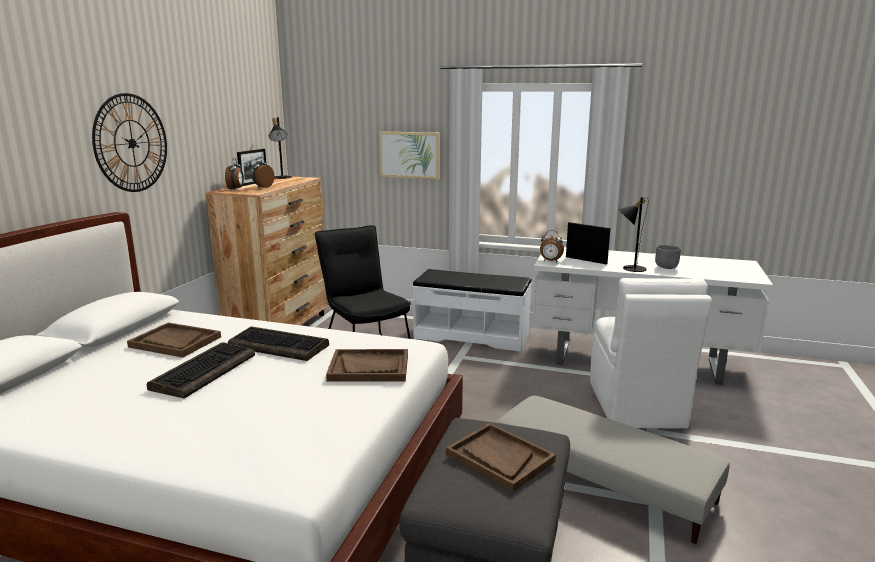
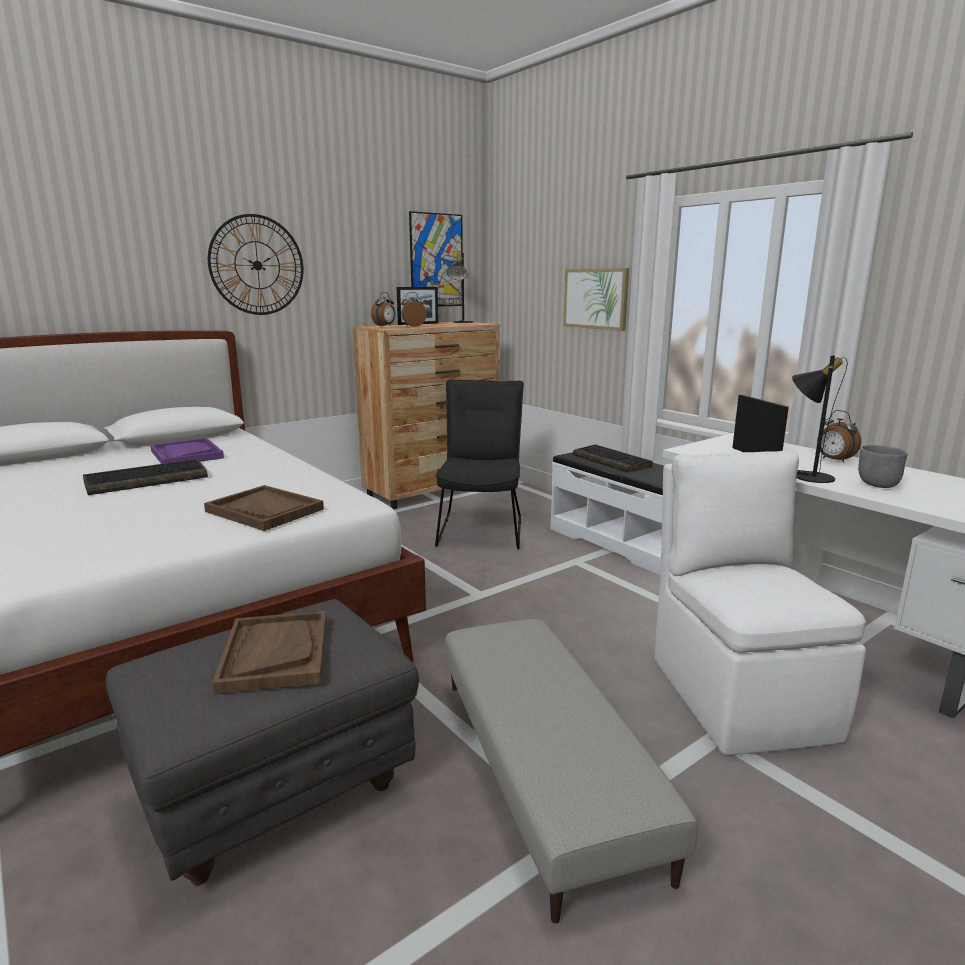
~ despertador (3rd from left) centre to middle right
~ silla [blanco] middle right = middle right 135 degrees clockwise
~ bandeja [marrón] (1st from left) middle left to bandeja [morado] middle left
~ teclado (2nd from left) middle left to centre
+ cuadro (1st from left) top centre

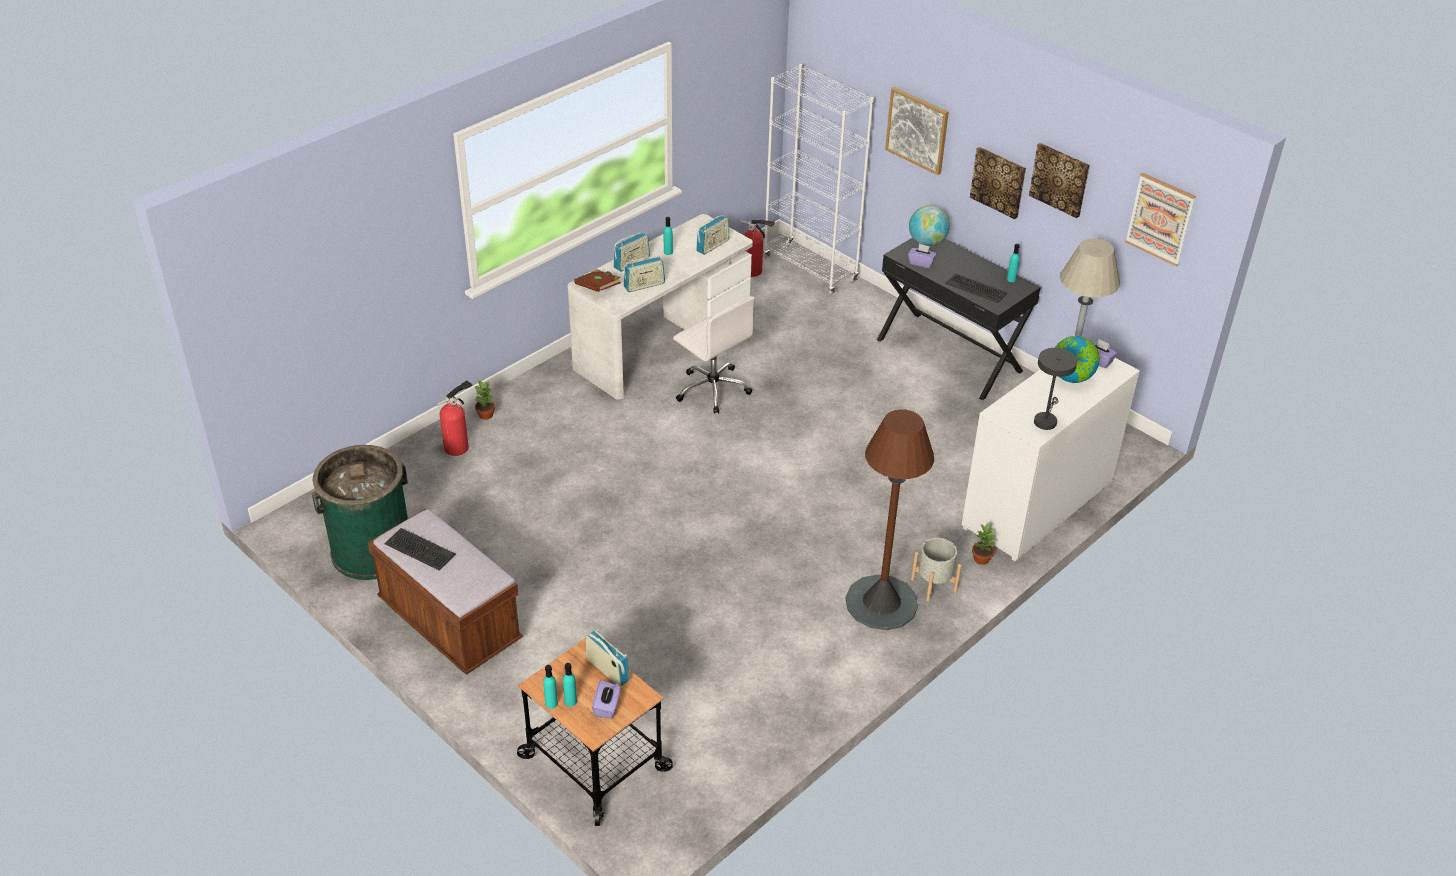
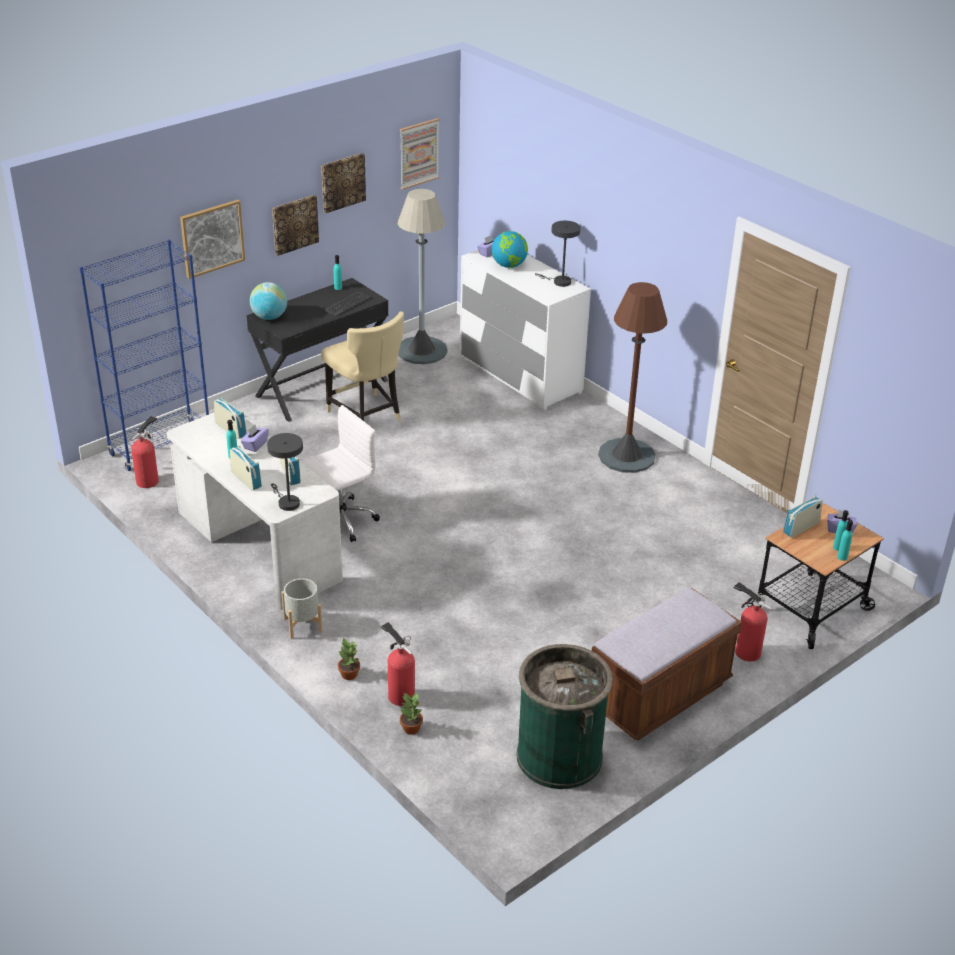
~ estantería [blanco] top centre to estantería [azul] middle left
~ caja de pañuelos [morado] (2nd from left in the first image) top centre to caja de pañuelos [morado] (1st from left) middle left
~ libro [marrón] top centre to lámpara de mesa [gris] (1st from left) middle left
~ planta en maceta (2nd from left) middle right to bottom centre
- teclado (1st from left) middle left
~ maceta [gris] centre to middle left
+ silla [beis] centre
+ extintor (3rd from left) middle right

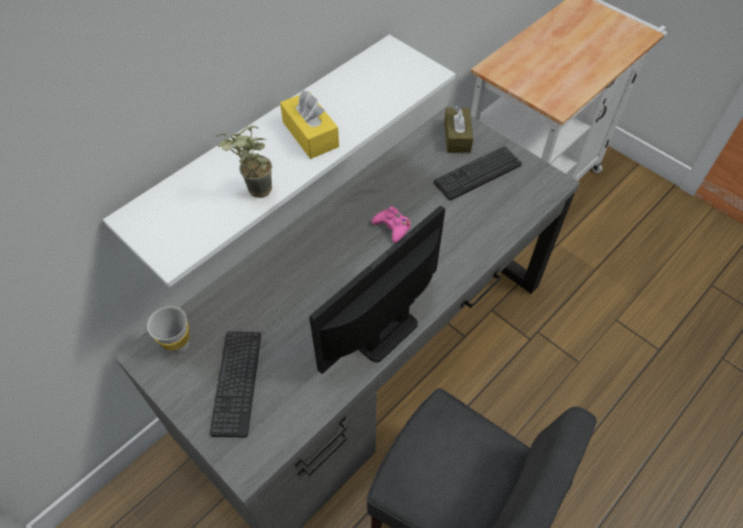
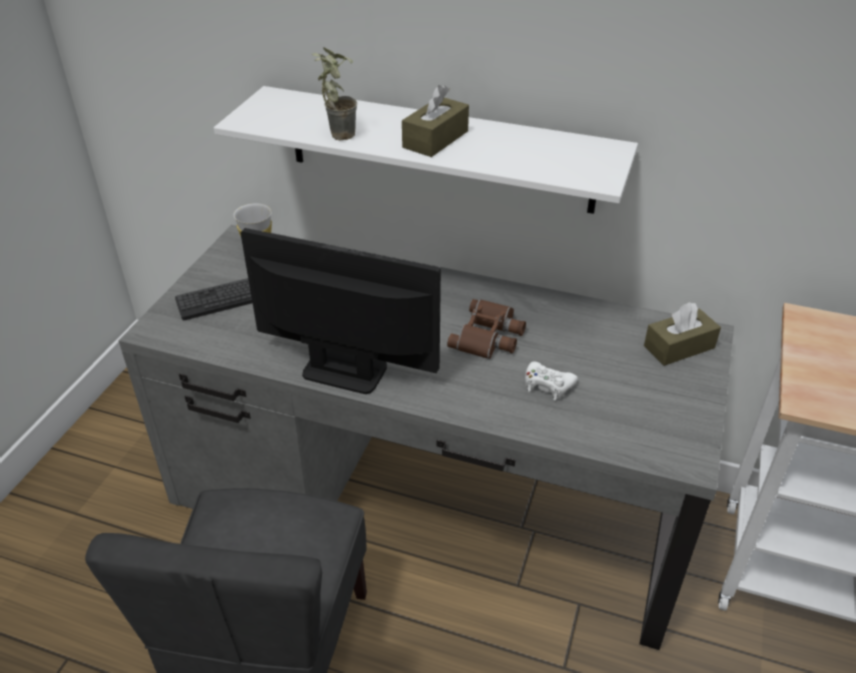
~ caja de pañuelos [amarillo] top centre to caja de pañuelos [marrón] (1st from left) top centre
- teclado (2nd from left) top centre
~ mando de consola [rosa] centre to prismáticos [marrón] centre
+ mando de consola [blanco] centre

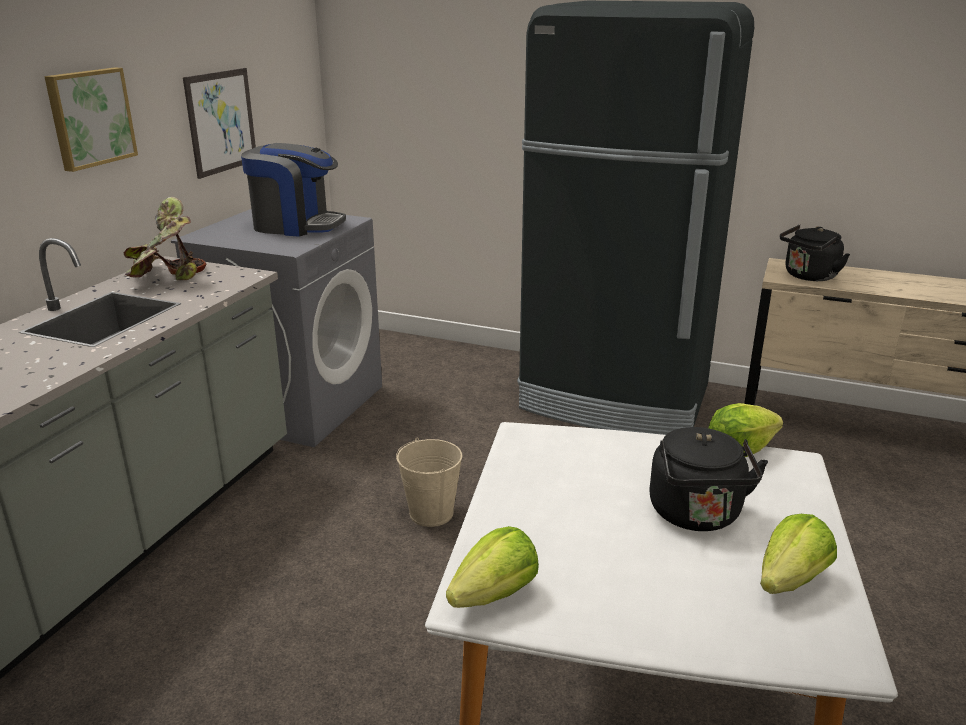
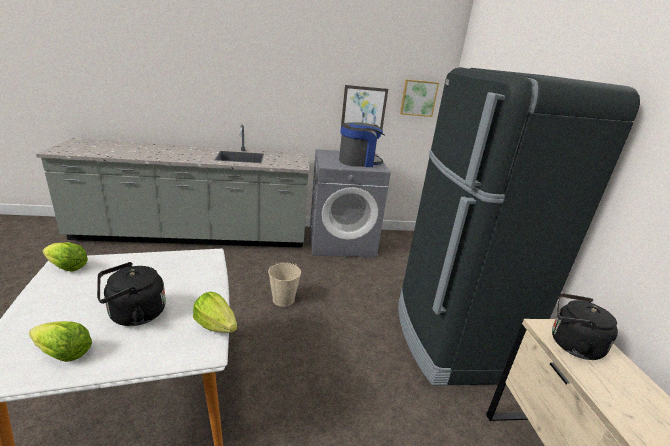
~ cuadro (1st from left in the first image) top left to cuadro (2nd from left) top centre
~ cafetera top left = top centre 90 degrees counterclockwise
- planta en maceta top left

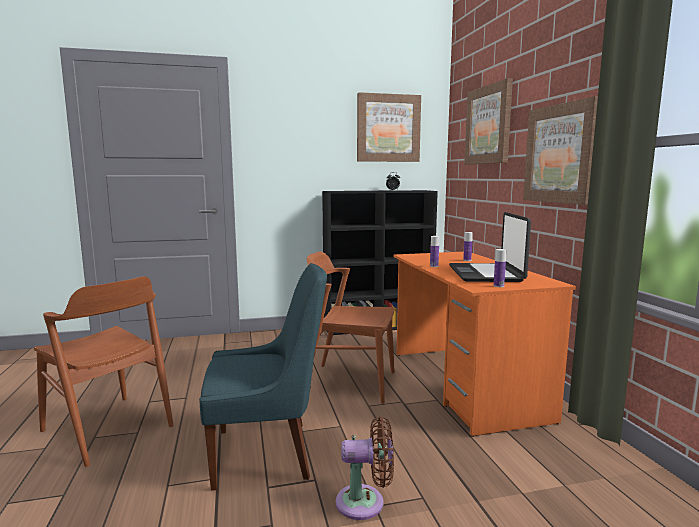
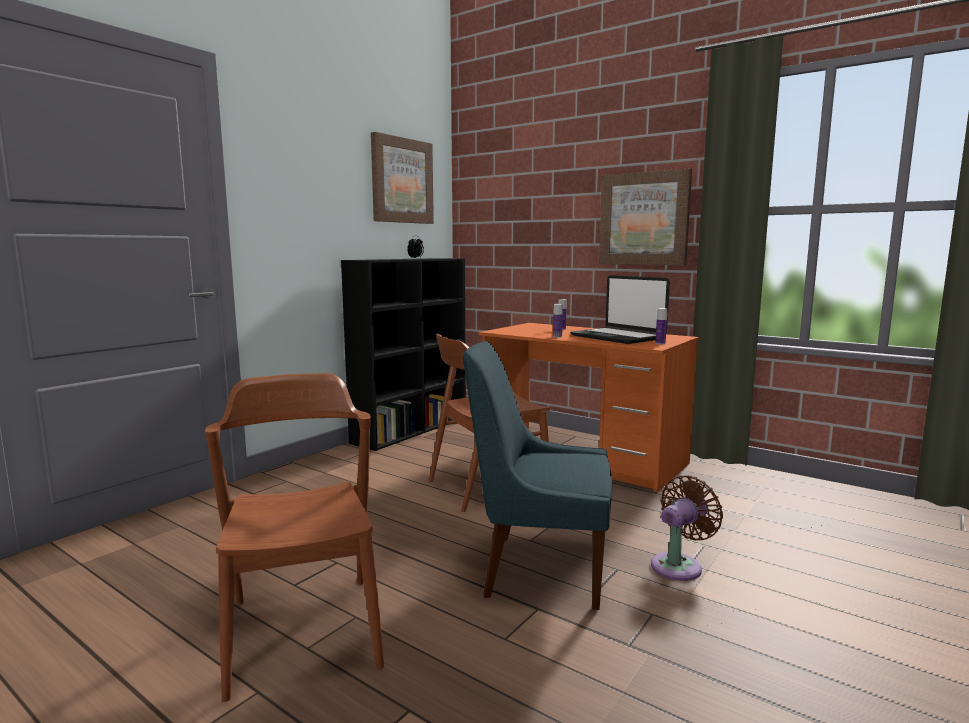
- cuadro (2nd from left) top right
~ silla [azul] bottom centre = centre 120 degrees counterclockwise
~ silla [marrón] (1st from left) bottom left = bottom left 105 degrees counterclockwise

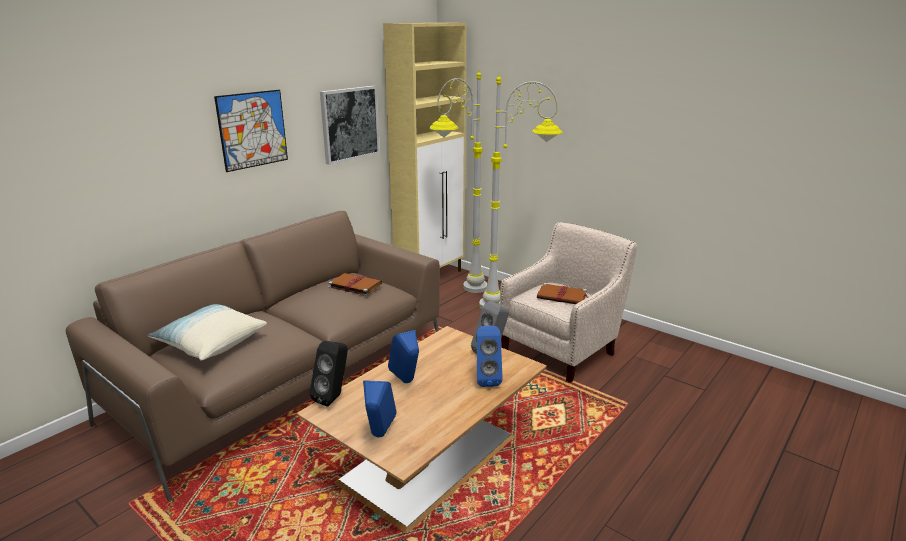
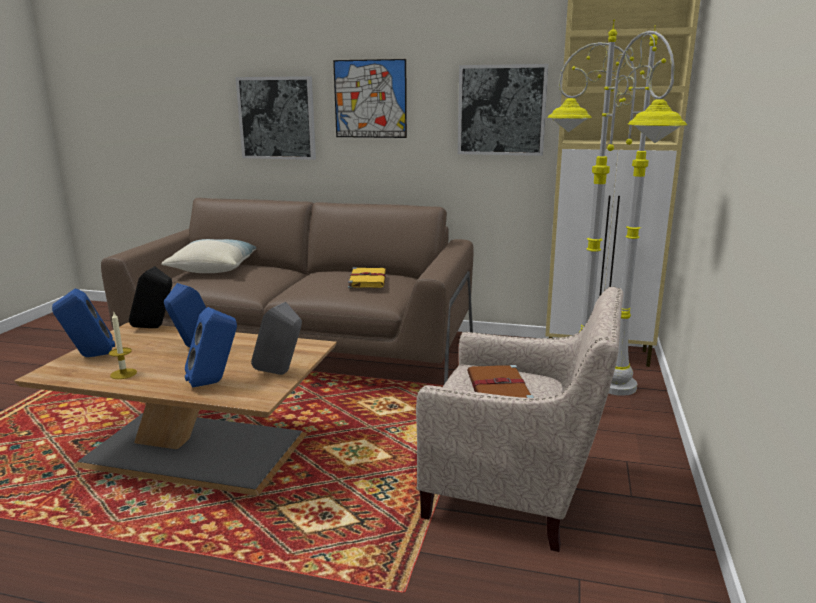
~ libro [marrón] (1st from left) centre to libro [amarillo] centre
+ cuadro (1st from left) top centre
+ vela middle left

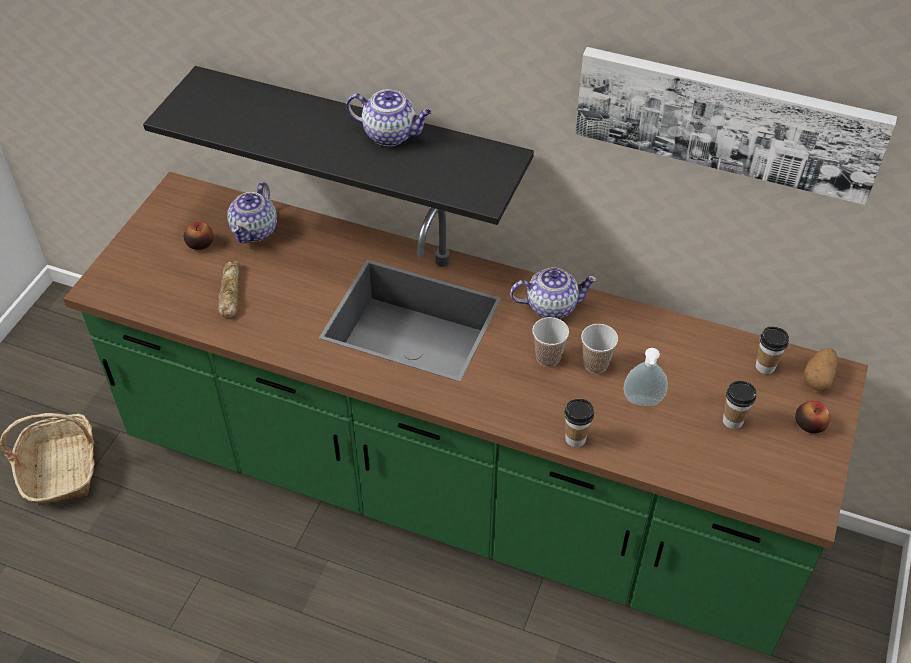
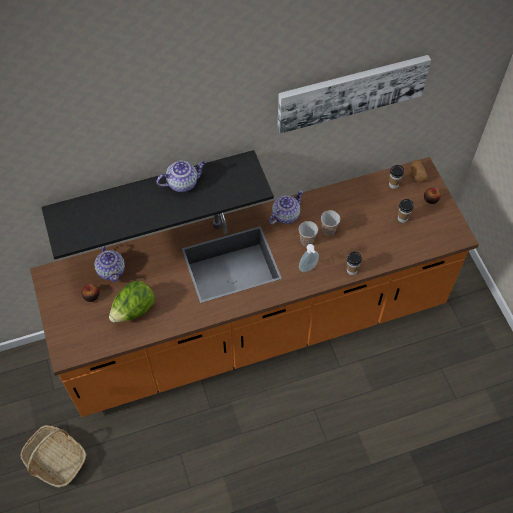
~ mueble bajo de cocina [verde] centre to mueble bajo de cocina [naranja] centre
~ pan middle left to lechuga middle left
~ dispensador de jabón middle right to centre

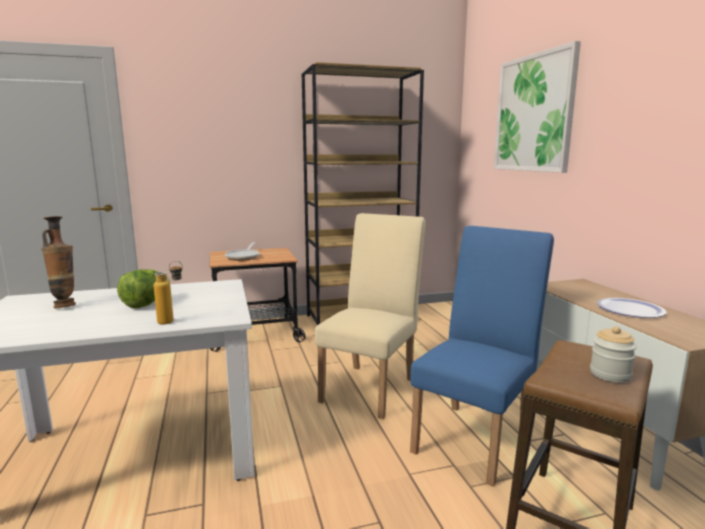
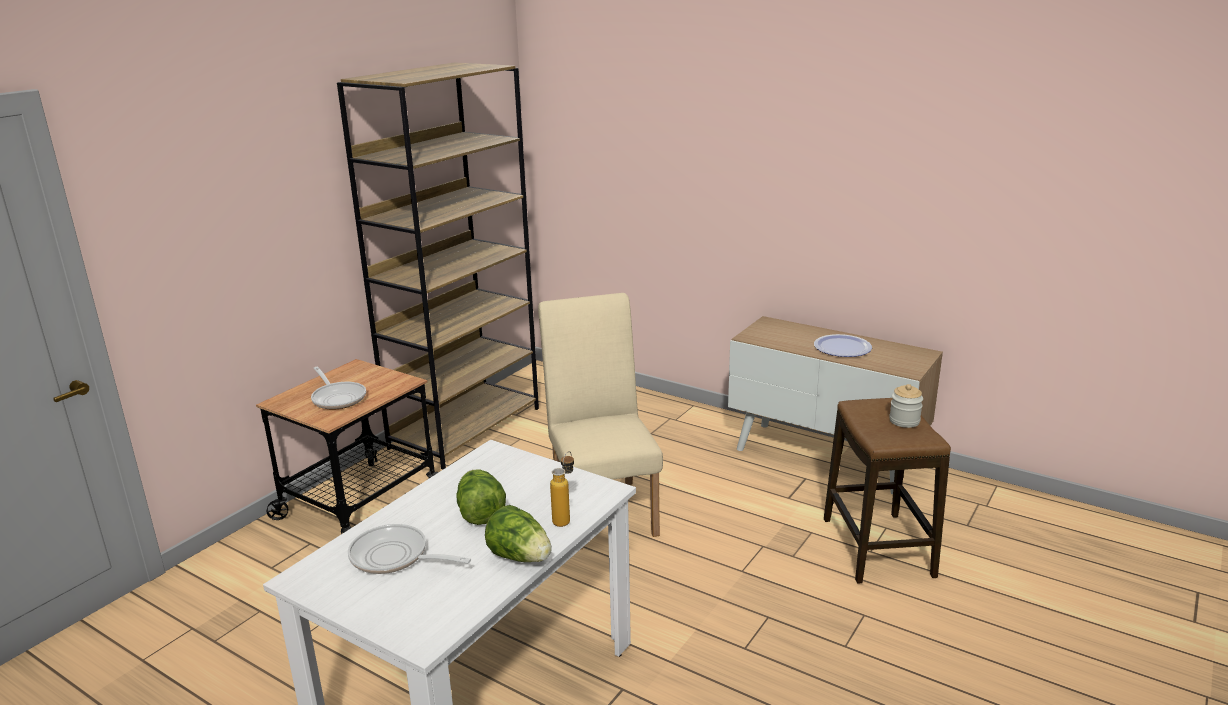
- cuadro top right
~ florero middle left to sartén (2nd from left) bottom left
- silla [azul] bottom right
+ lechuga (2nd from left) bottom centre

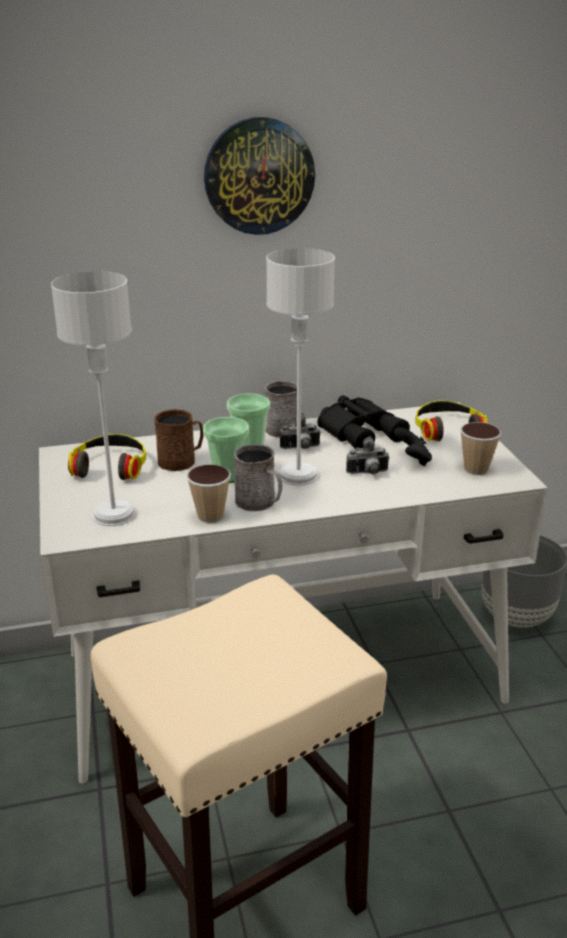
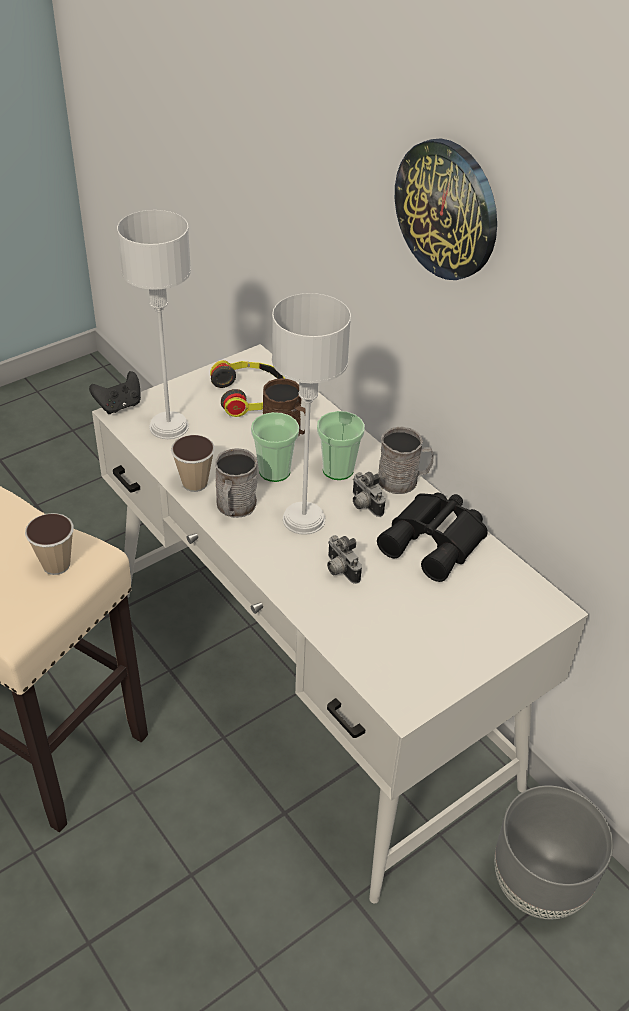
- auriculares (2nd from left) middle right
~ taza (4th from left in the first image) middle right to taza (1st from left) middle left
~ mando de consola [negro] middle right to middle left

